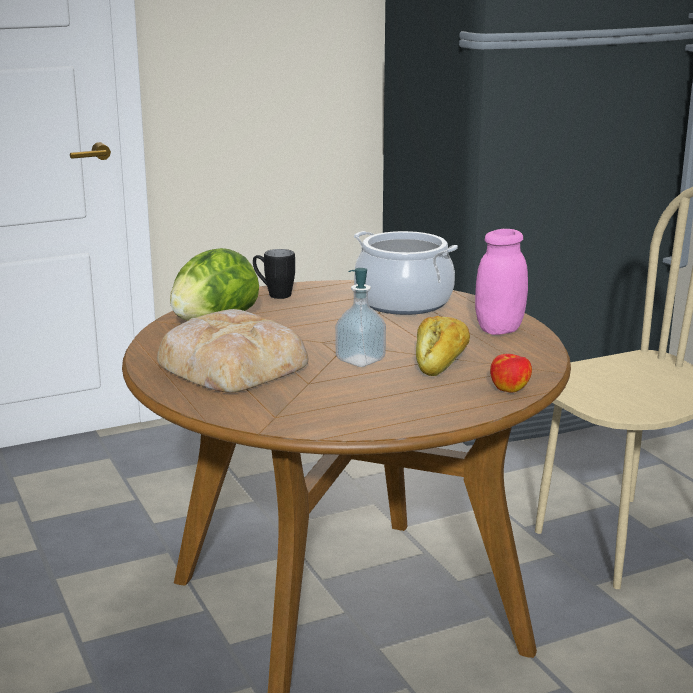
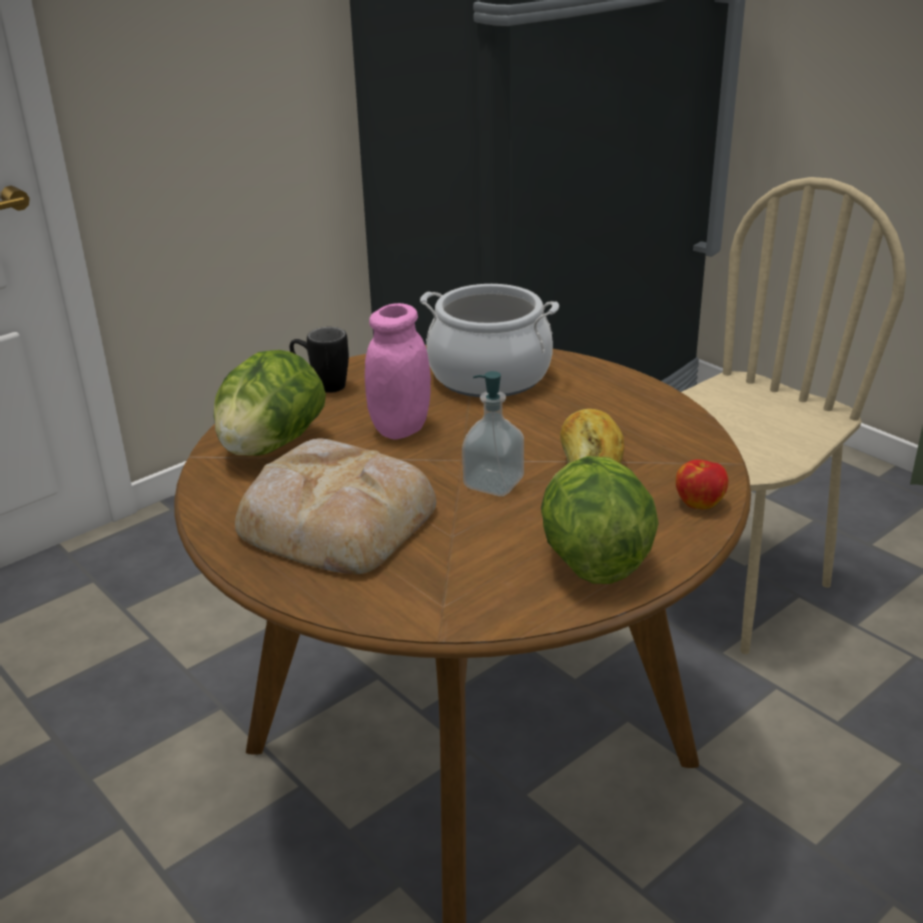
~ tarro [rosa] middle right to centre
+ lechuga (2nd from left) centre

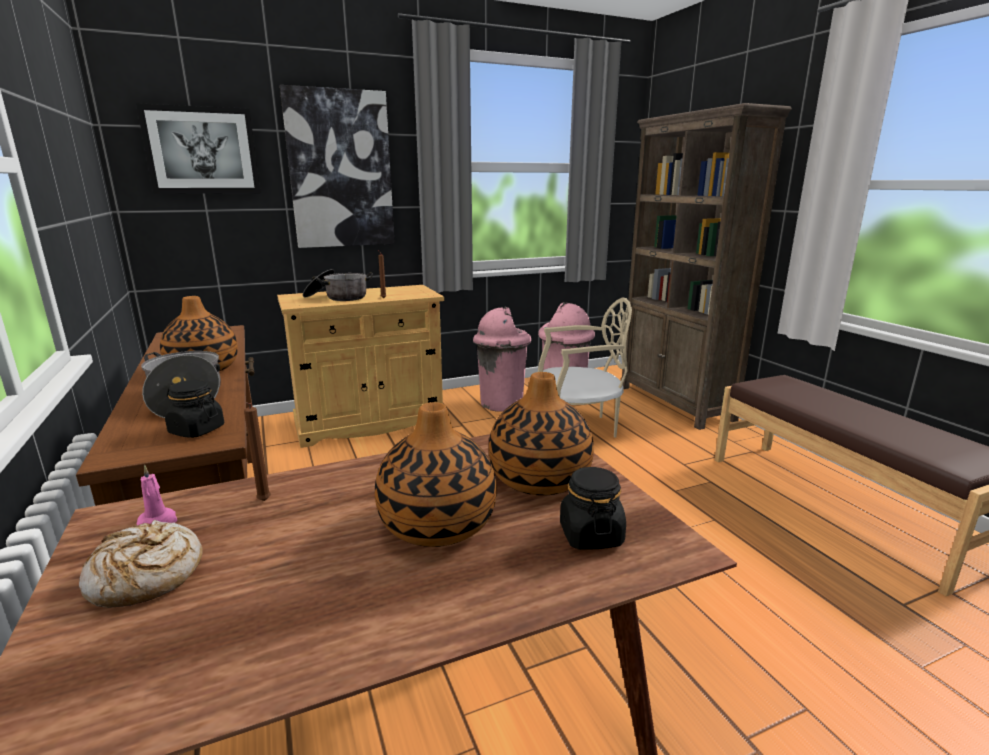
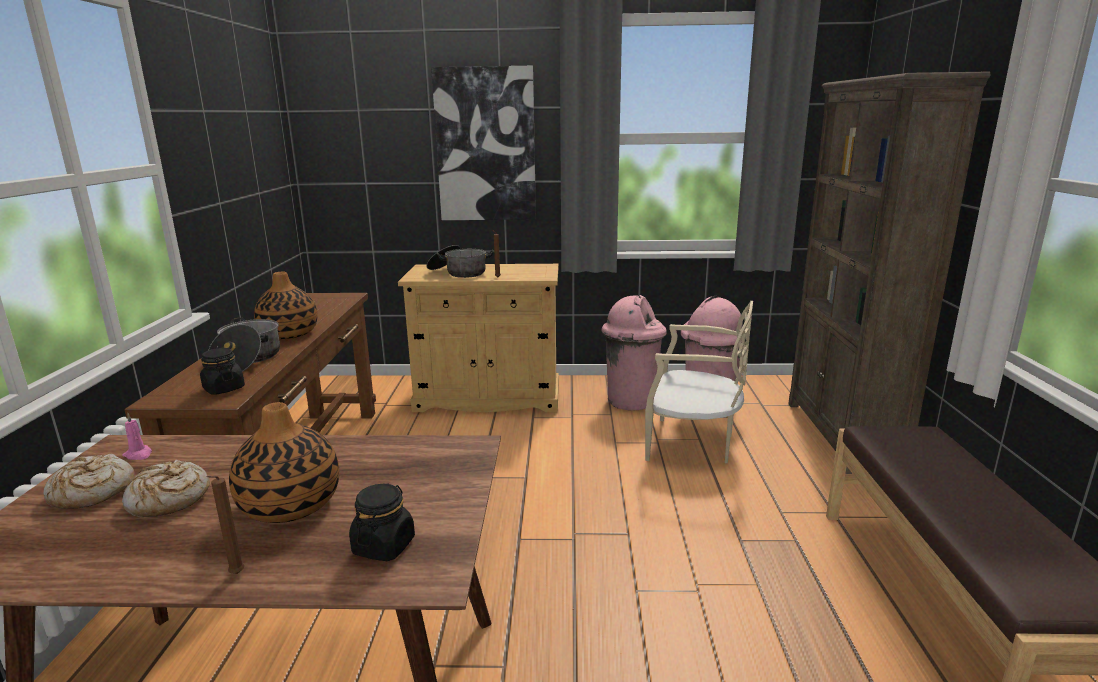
- cuadro (1st from left) top left
- florero (3rd from left) centre
~ vela [marrón] (1st from left) middle left to bottom left
+ pan (2nd from left) bottom left

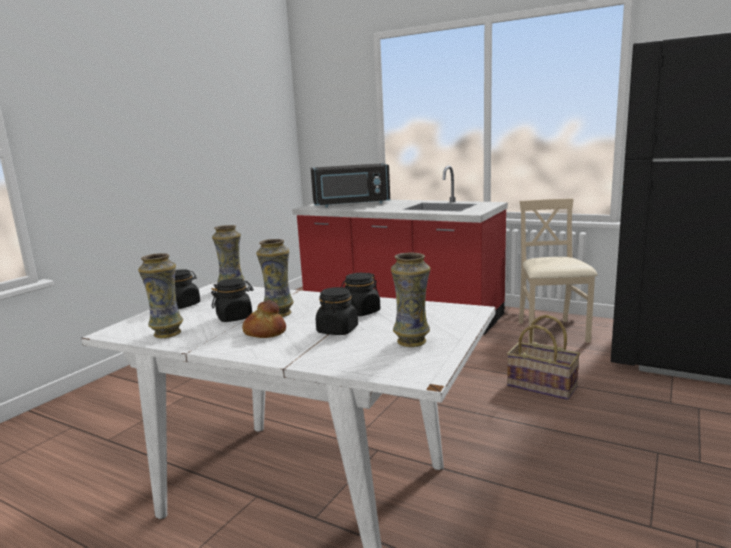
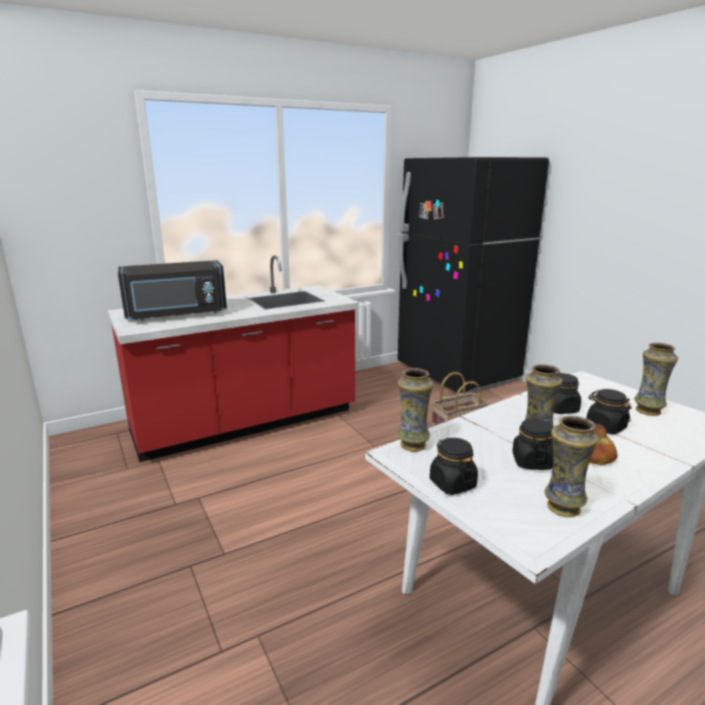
~ microondas [negro] centre = middle left 45 degrees clockwise
- silla [beis] middle right

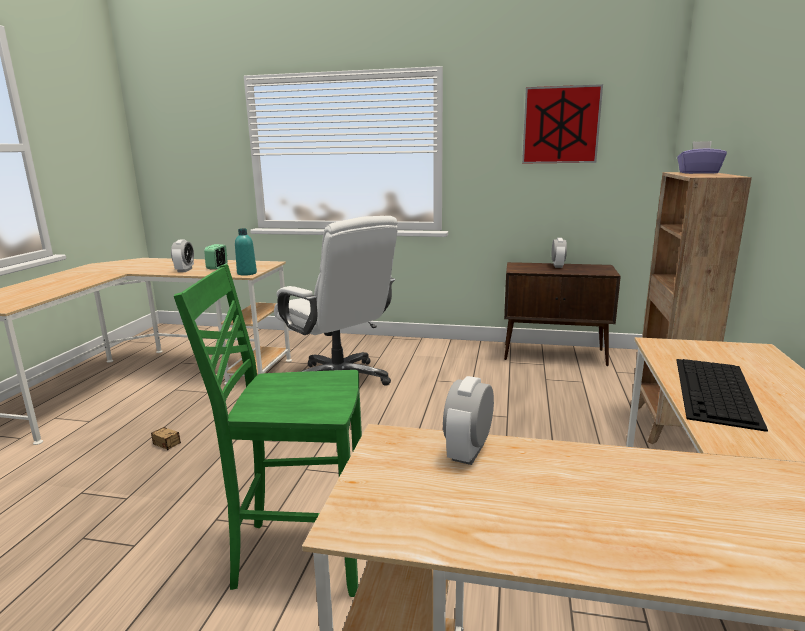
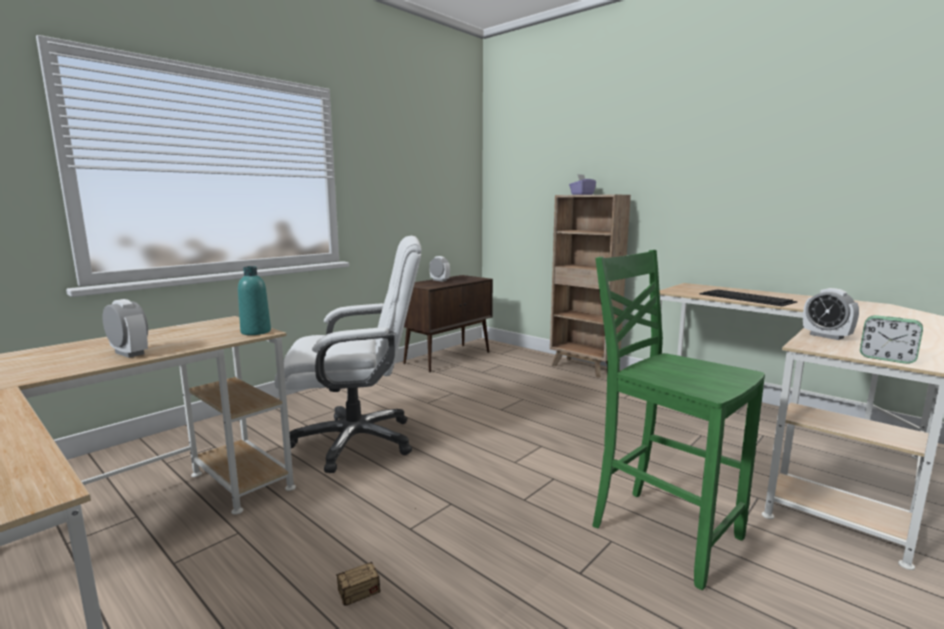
- cuadro top right
~ despertador (2nd from left in the first image) middle left to despertador (4th from left) middle right
~ silla [verde] bottom left = bottom right 105 degrees clockwise

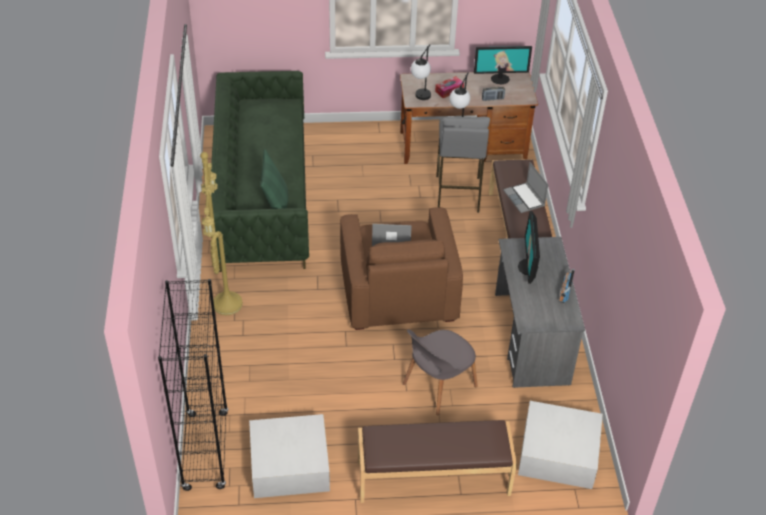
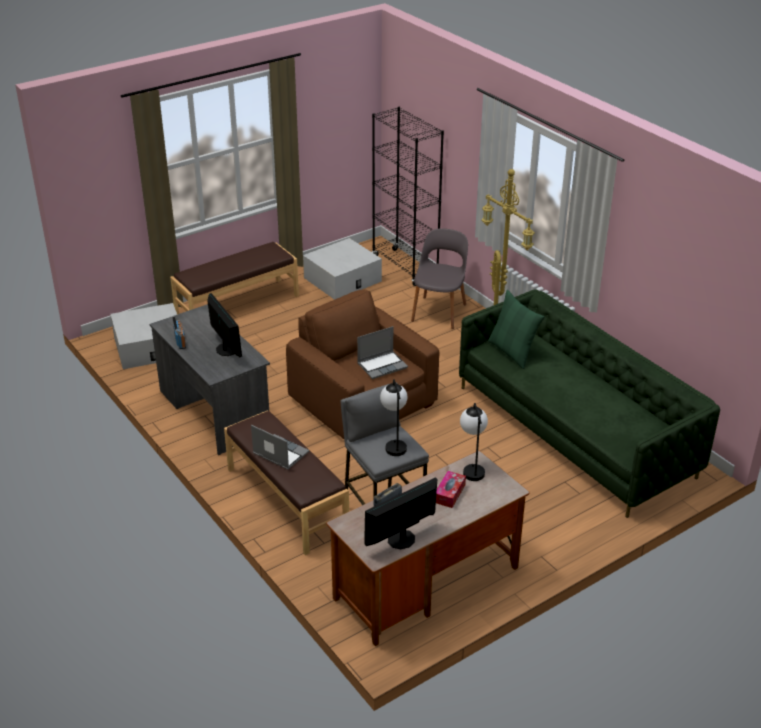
~ silla [gris] bottom centre to centre

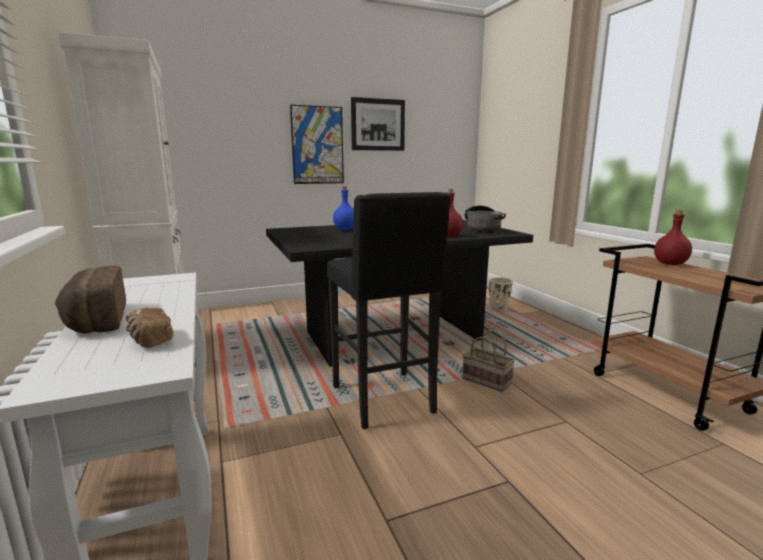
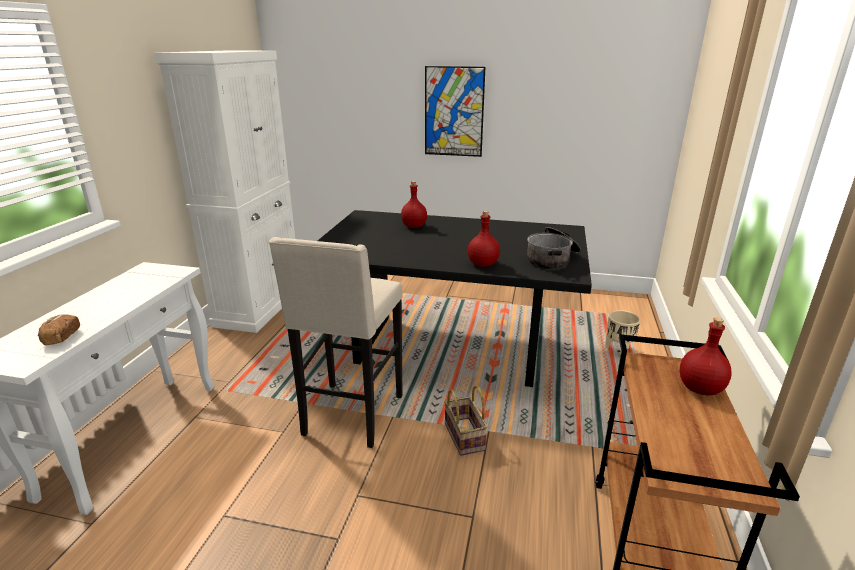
- cuadro (2nd from left) top centre
~ botella [azul] centre to botella [rojo] (1st from left) centre
~ taburete [negro] centre to taburete [beis] centre
- pan (1st from left) middle left

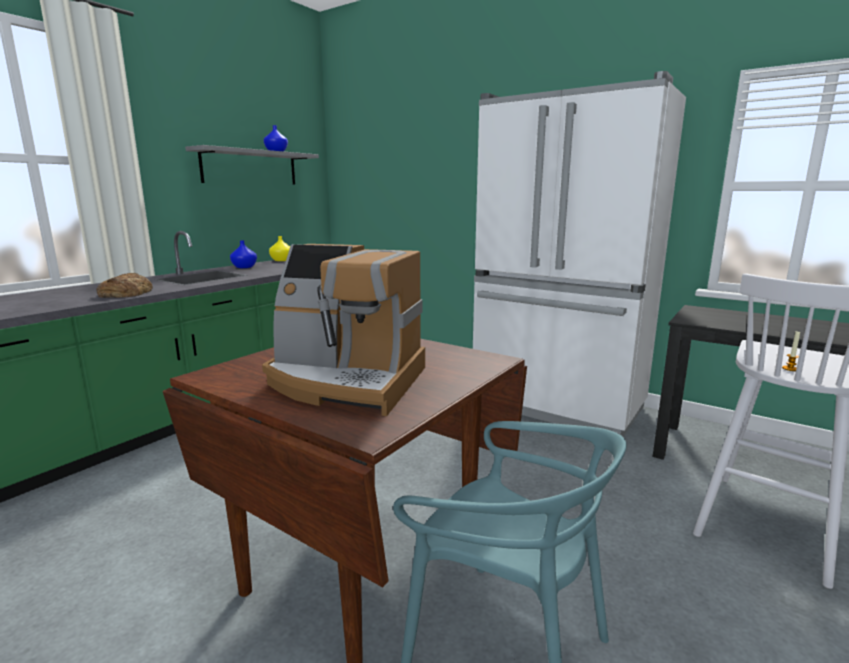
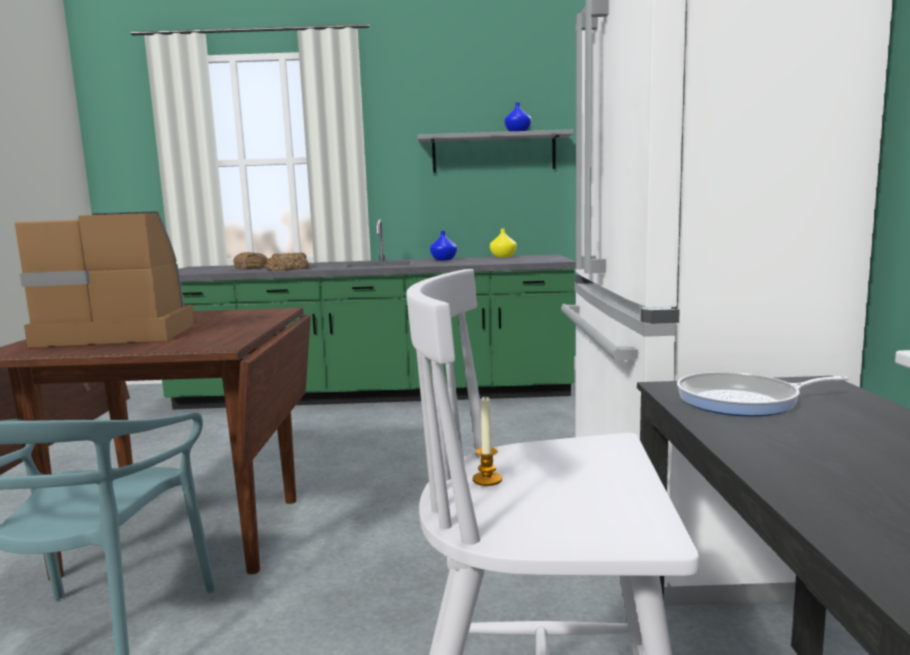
~ cafetera centre = middle left 105 degrees clockwise
+ pan (1st from left) middle left
+ sartén middle right

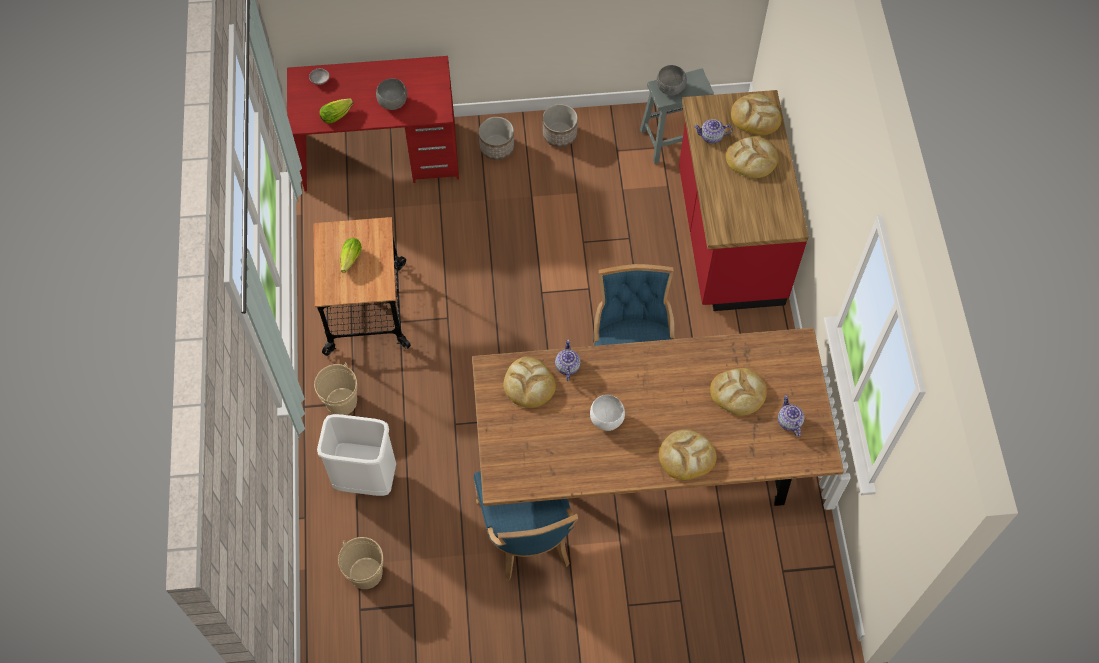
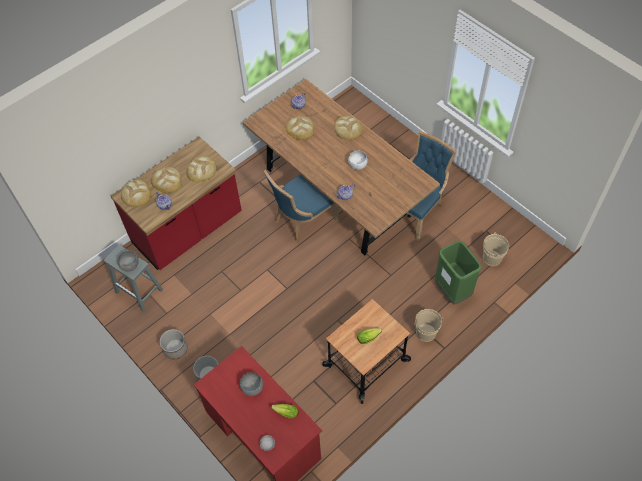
~ pan (1st from left in the first image) centre to pan (3rd from left) middle left
~ papelera [blanco] bottom left to papelera [verde] middle right

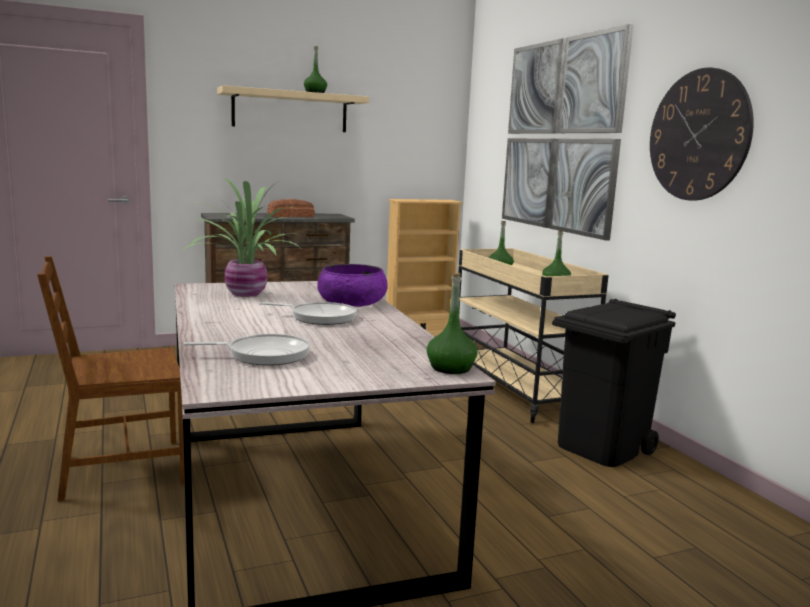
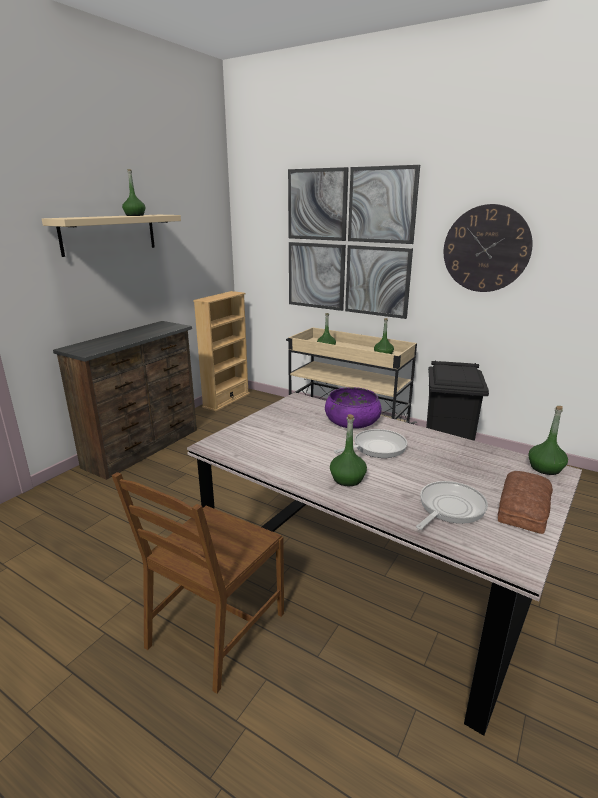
- planta en maceta middle left
~ pan centre to middle right
+ botella [verde] (3rd from left) centre

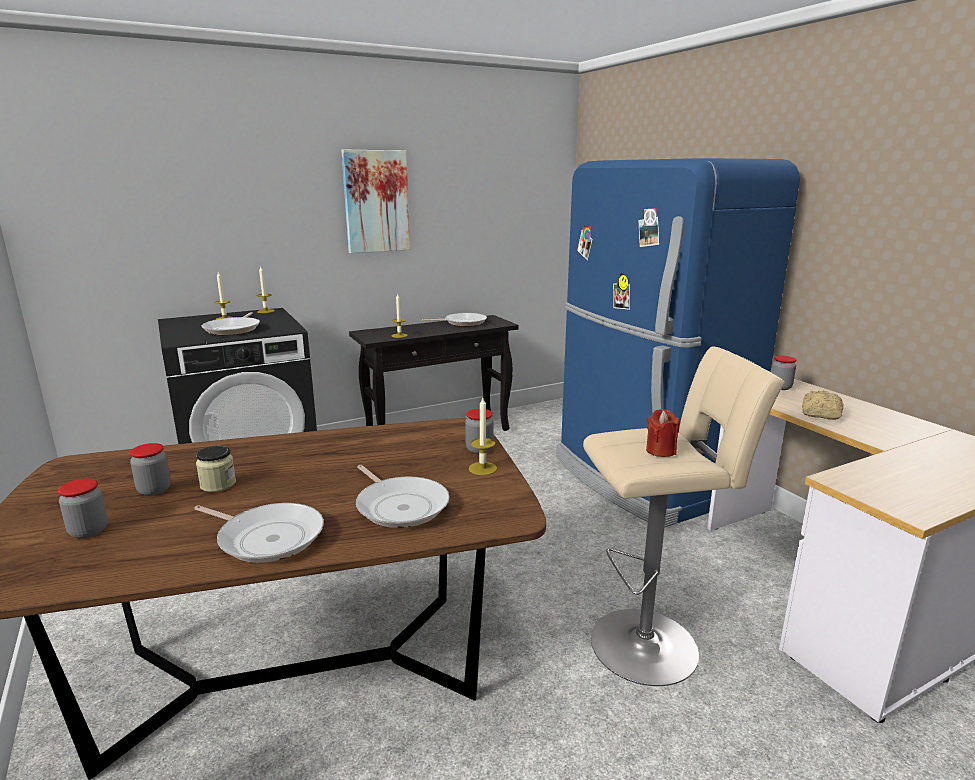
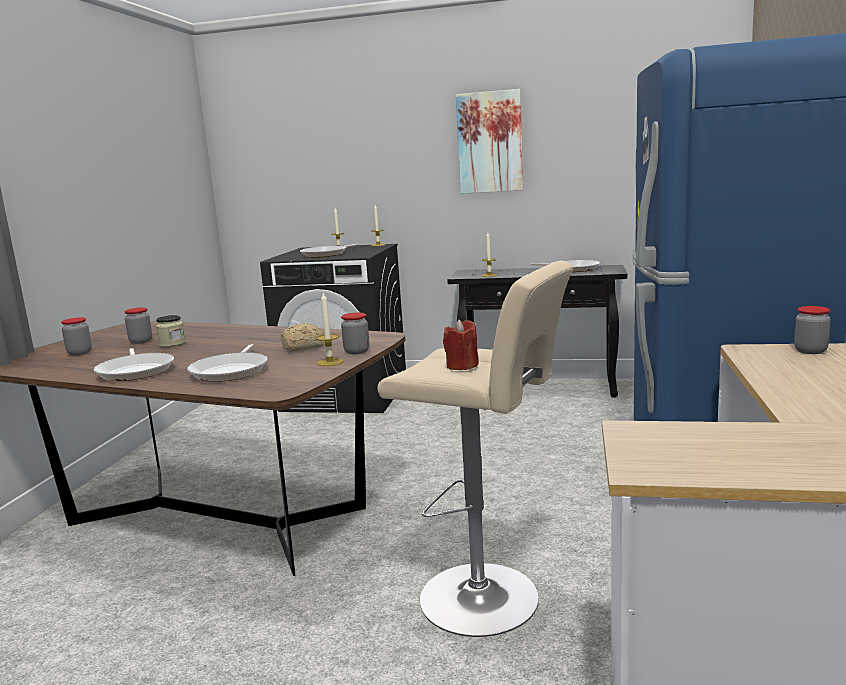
~ pan middle right to centre

